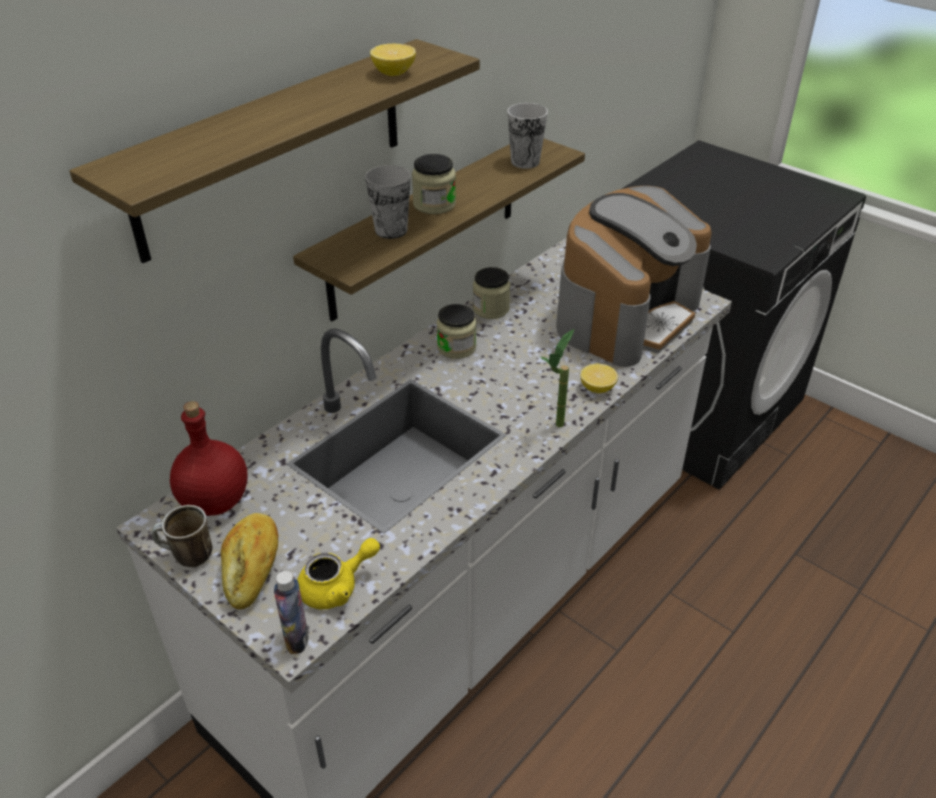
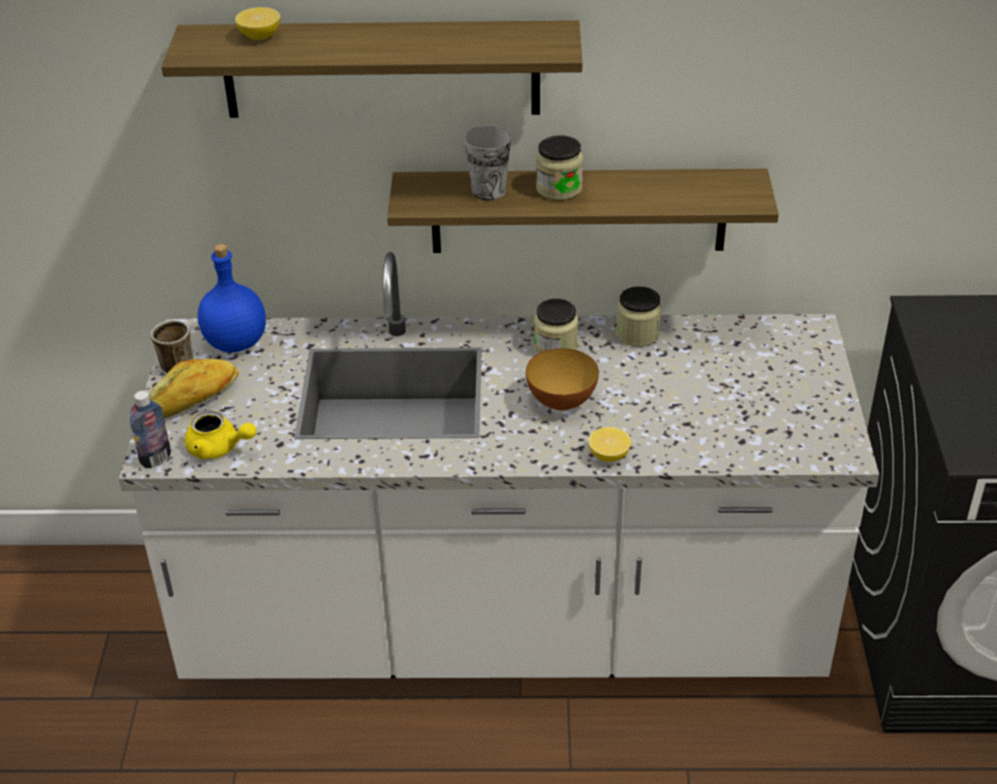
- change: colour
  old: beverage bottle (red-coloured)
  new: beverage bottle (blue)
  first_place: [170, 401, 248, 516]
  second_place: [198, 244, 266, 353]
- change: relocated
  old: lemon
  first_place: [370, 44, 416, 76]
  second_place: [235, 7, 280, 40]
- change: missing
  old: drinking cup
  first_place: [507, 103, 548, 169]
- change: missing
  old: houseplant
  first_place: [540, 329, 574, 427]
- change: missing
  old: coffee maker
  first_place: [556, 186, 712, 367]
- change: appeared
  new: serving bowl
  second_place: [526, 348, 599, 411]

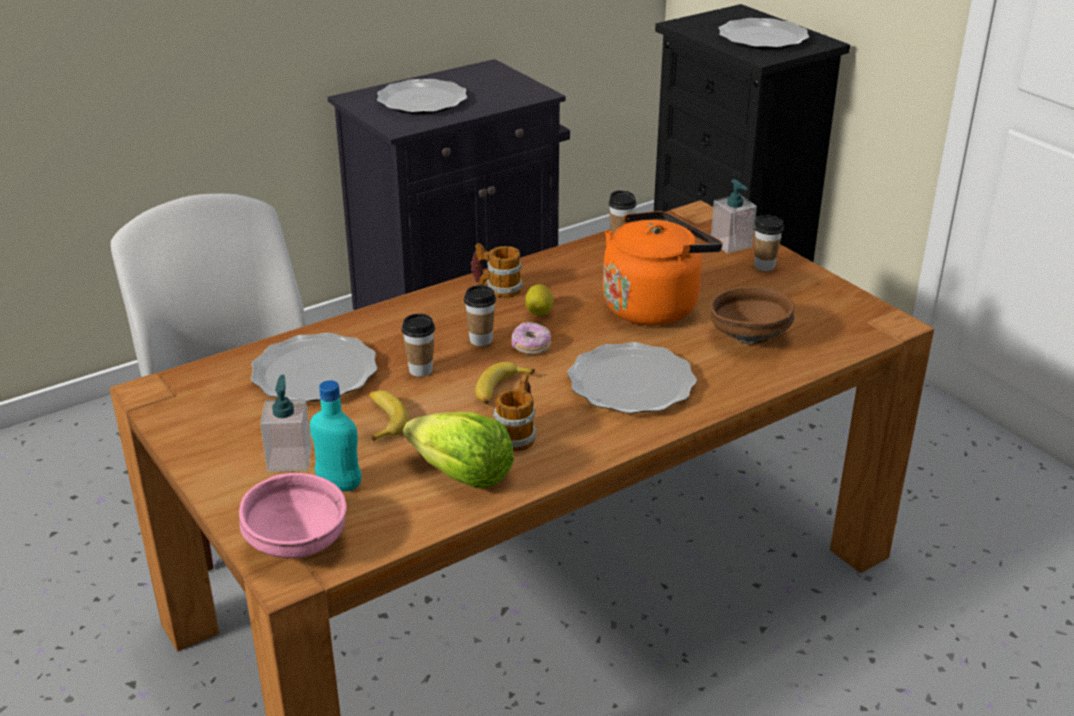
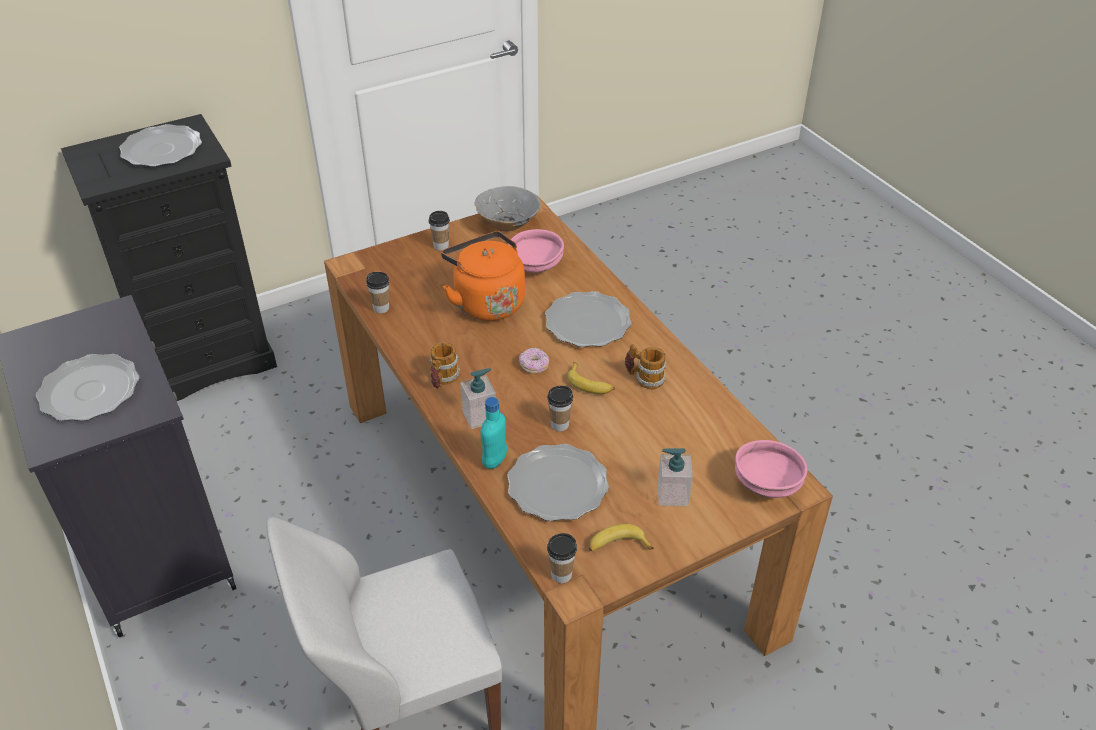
- change: relocated
  old: beverage bottle (blue-green)
  first_place: [310, 380, 361, 491]
  second_place: [481, 397, 507, 469]
- change: relocated
  old: banana
  first_place: [369, 390, 409, 441]
  second_place: [589, 524, 654, 551]
- change: missing
  old: lettuce
  first_place: [403, 412, 514, 489]
- change: relocated
  old: drinking cup
  first_place: [464, 285, 496, 346]
  second_place: [547, 533, 577, 583]
- change: missing
  old: lemon
  first_place: [525, 284, 554, 316]
- change: colour
  old: serving bowl (brown)
  new: serving bowl (pink-coloured)
  first_place: [710, 286, 795, 344]
  second_place: [508, 229, 564, 273]
- change: relocated
  old: soap bottle
  first_place: [711, 179, 757, 254]
  second_place: [460, 368, 496, 429]
- change: appeared
  new: serving bowl (greyish)
  second_place: [475, 186, 541, 232]

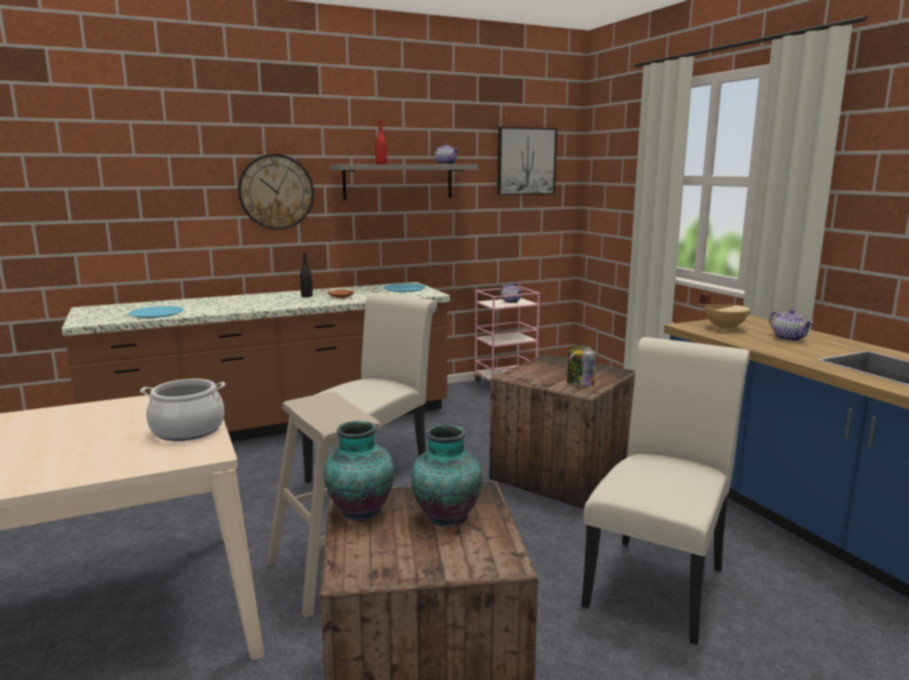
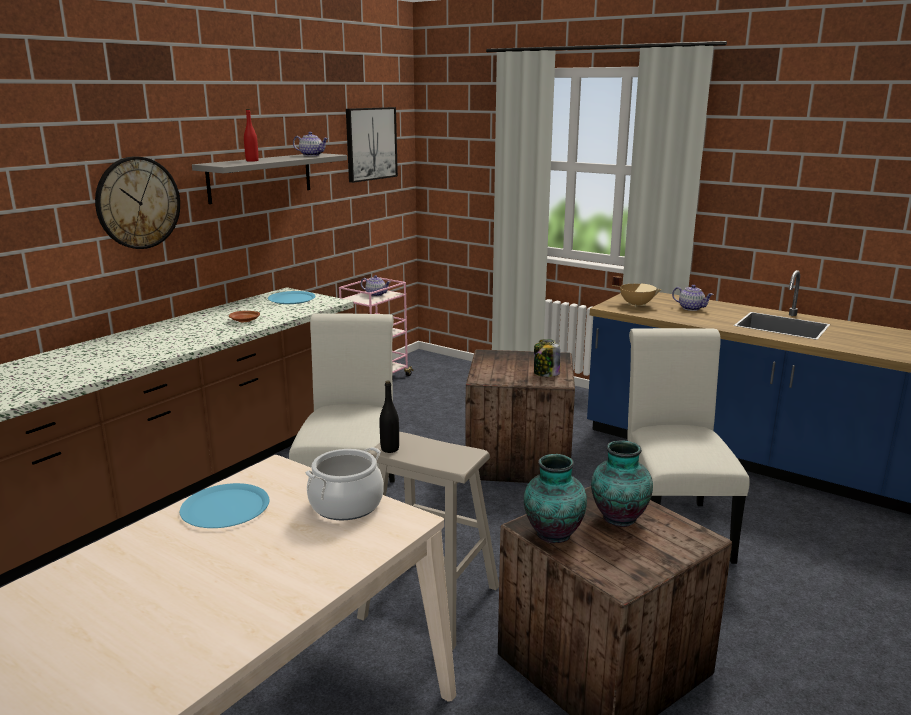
- change: relocated
  old: dinner plate (blue)
  first_place: [129, 306, 184, 318]
  second_place: [180, 483, 269, 528]
- change: relocated
  old: beverage bottle (black)
  first_place: [300, 252, 313, 297]
  second_place: [379, 380, 399, 453]

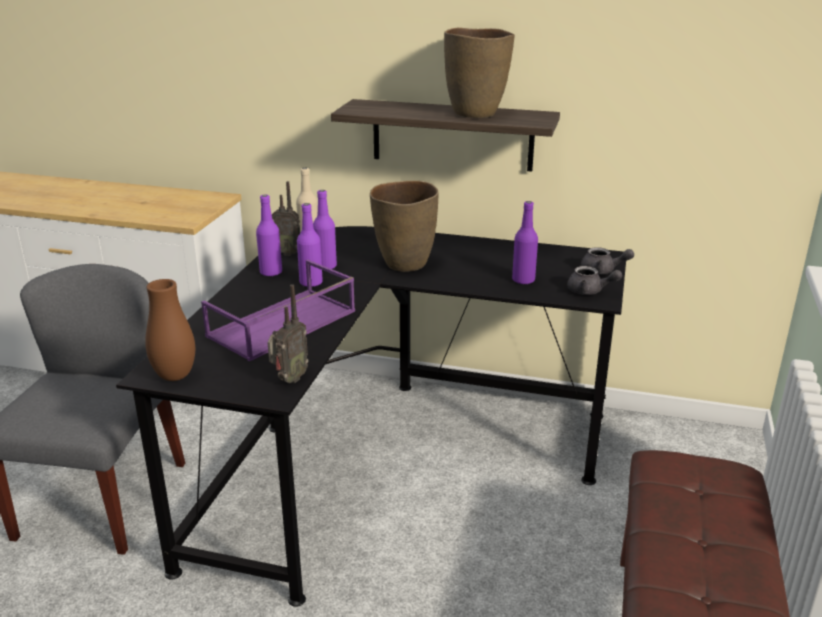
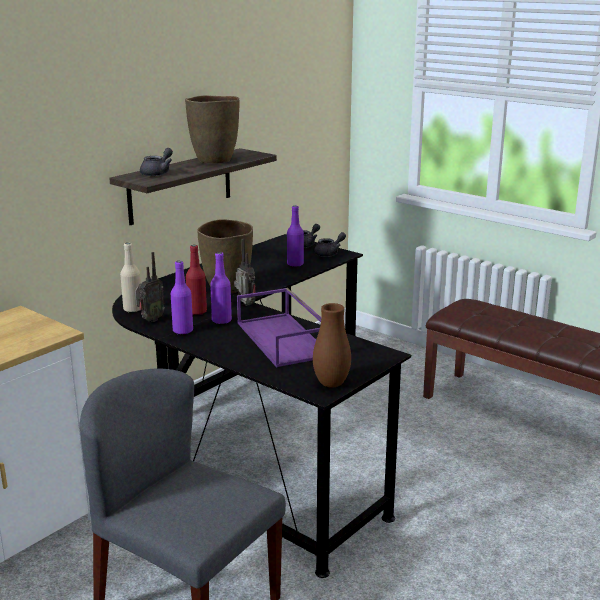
- change: relocated
  old: radio
  first_place: [267, 284, 308, 384]
  second_place: [234, 239, 256, 306]
- change: colour
  old: beverage bottle (purple-coloured)
  new: beverage bottle (red-coloured)
  first_place: [313, 190, 337, 269]
  second_place: [186, 245, 207, 315]
- change: appeared
  new: teapot (greyish)
  second_place: [140, 148, 173, 176]

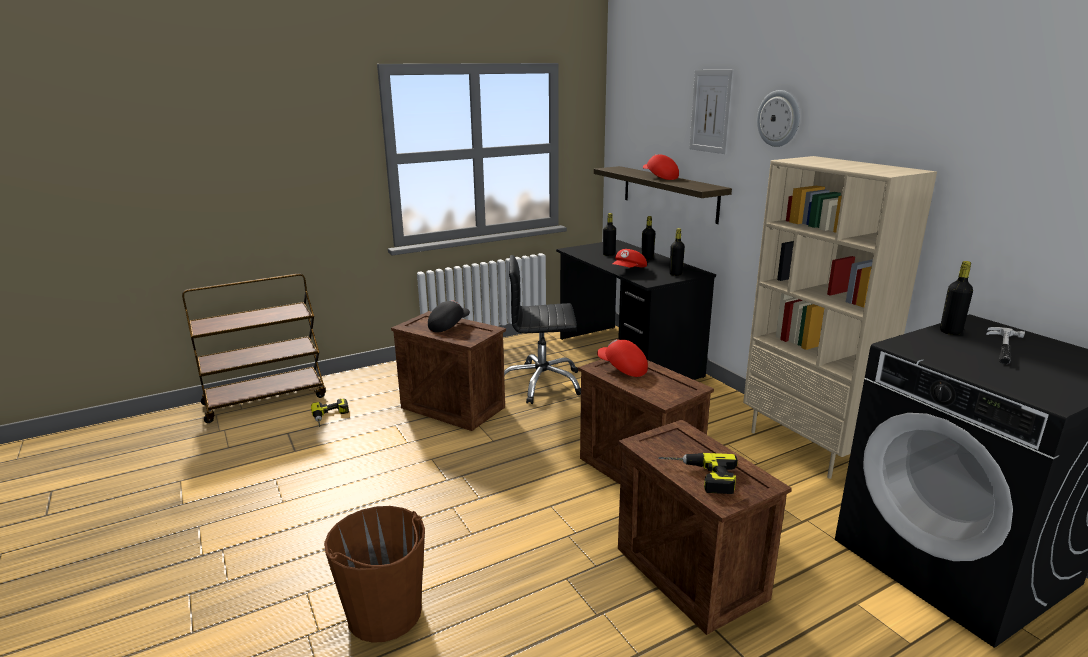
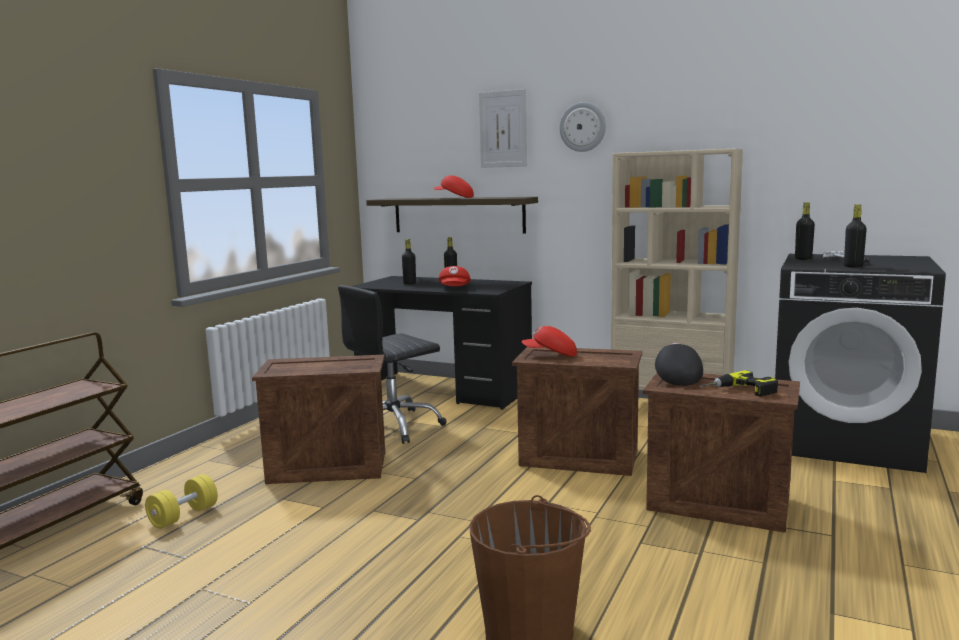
- change: exchanged
  old: power drill
  new: free weight (yellow)
  first_place: [311, 399, 349, 427]
  second_place: [145, 474, 218, 529]
- change: relocated
  old: cap (black)
  first_place: [428, 300, 470, 332]
  second_place: [655, 343, 703, 386]
- change: relocated
  old: beverage bottle (black)
  first_place: [669, 228, 685, 276]
  second_place: [844, 204, 867, 268]

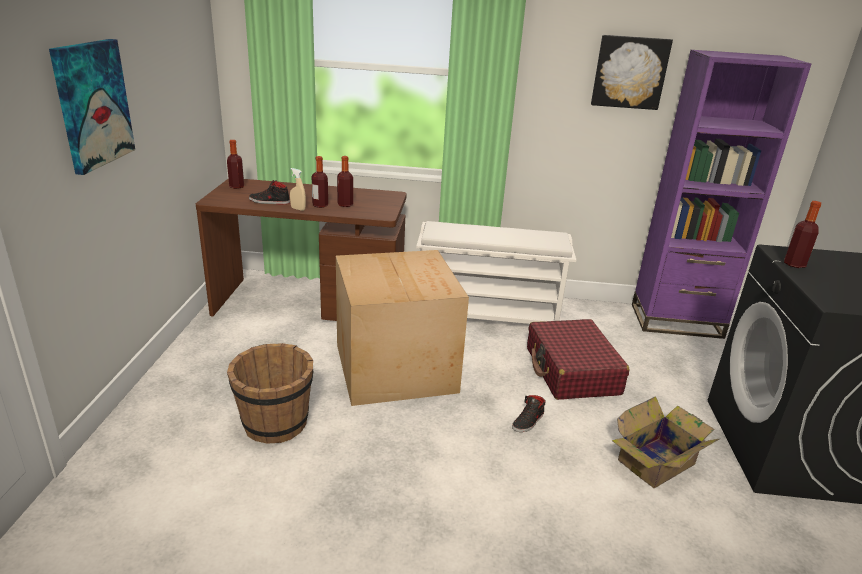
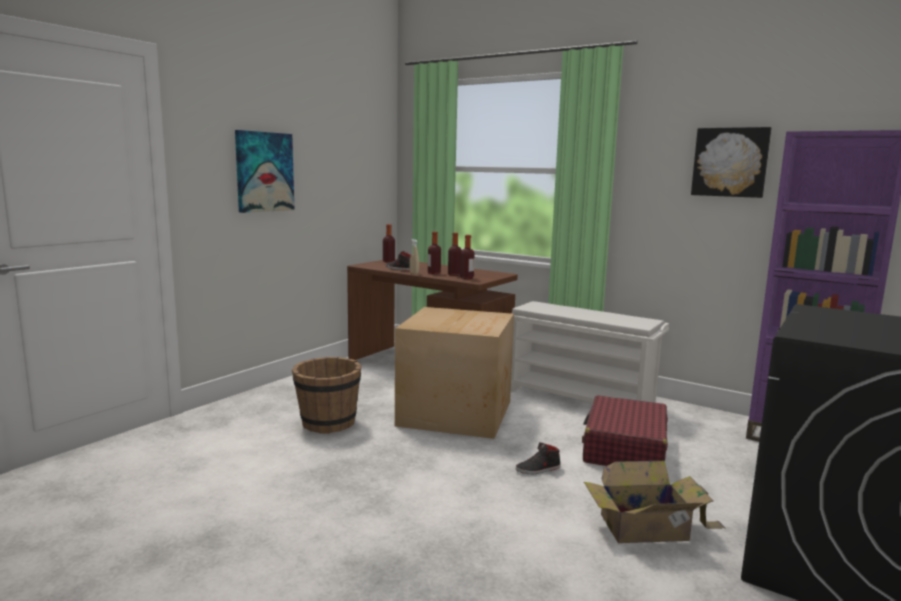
- change: relocated
  old: beverage bottle
  first_place: [784, 201, 821, 268]
  second_place: [460, 235, 475, 279]

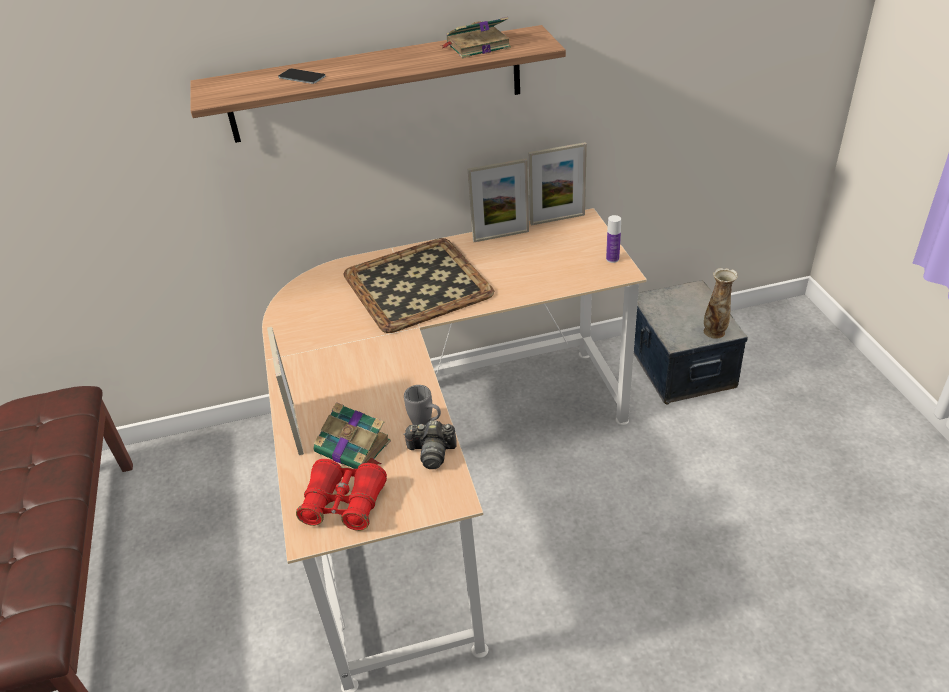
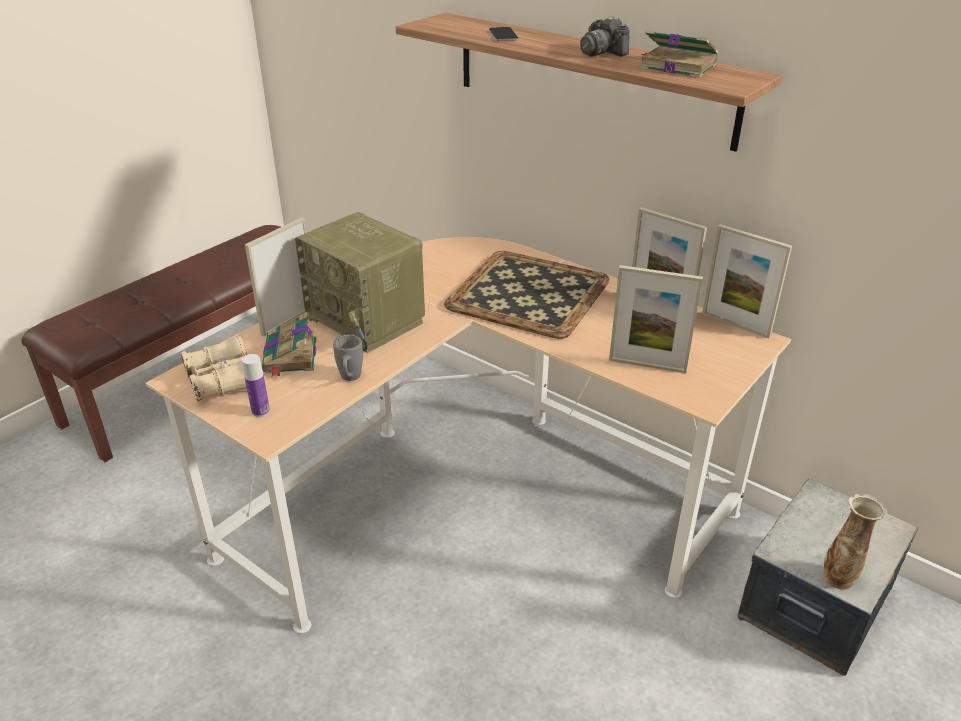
- change: colour
  old: binoculars (red-coloured)
  new: binoculars (beige)
  first_place: [296, 459, 387, 531]
  second_place: [181, 336, 247, 401]
- change: relocated
  old: photo camera
  first_place: [403, 420, 457, 469]
  second_place: [580, 16, 630, 57]
- change: relocated
  old: beverage bottle
  first_place: [606, 215, 621, 263]
  second_place: [242, 354, 270, 417]
- change: appeared
  new: radio
  second_place: [295, 212, 425, 353]
- change: appeared
  new: picture frame
  second_place: [609, 265, 703, 373]

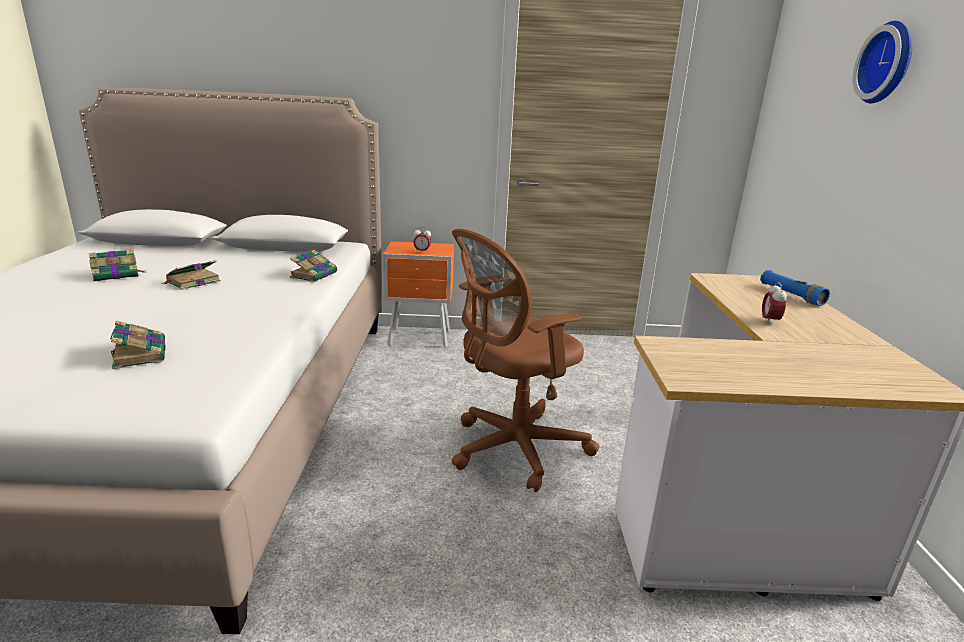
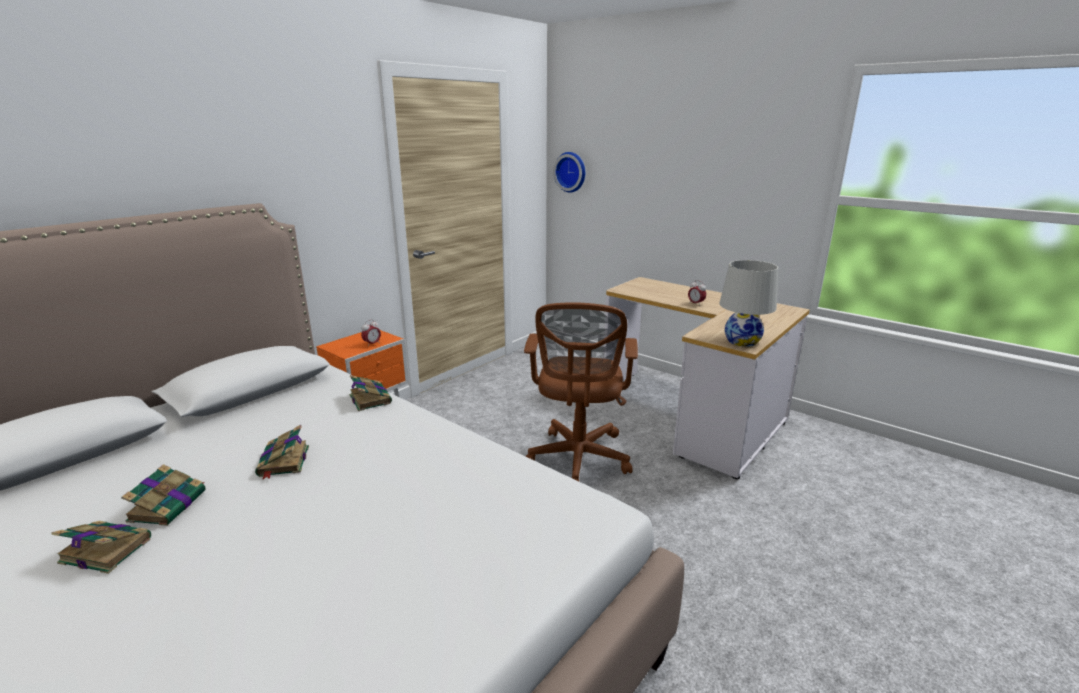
- change: relocated
  old: book
  first_place: [111, 320, 165, 369]
  second_place: [51, 521, 151, 574]
- change: missing
  old: flashlight (blue)
  first_place: [760, 270, 830, 306]
- change: relocated
  old: clock on the wall
  first_place: [853, 21, 913, 103]
  second_place: [553, 152, 585, 193]
- change: appeared
  new: table lamp (white-coloured)
  second_place: [719, 260, 778, 347]

